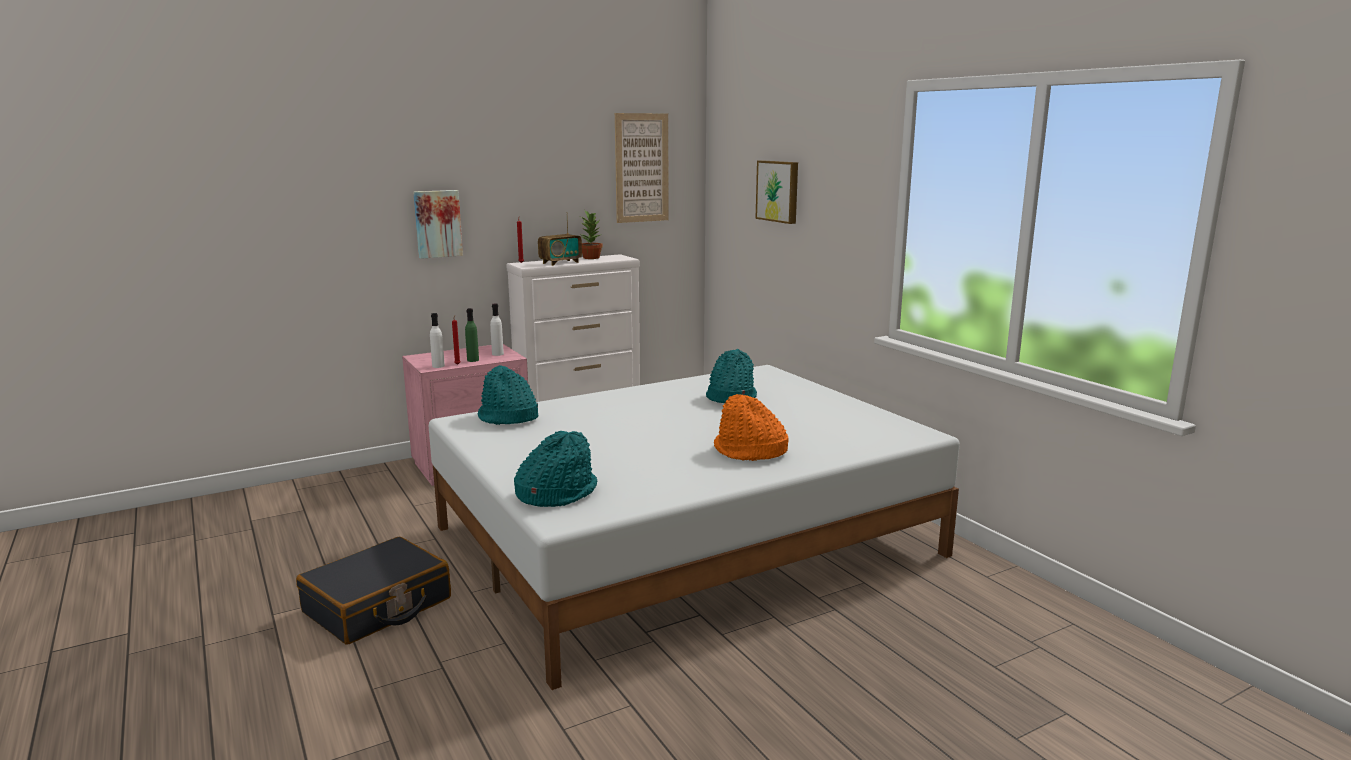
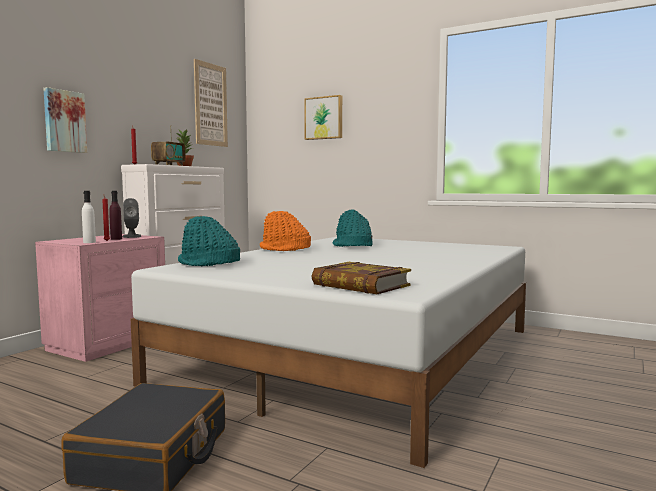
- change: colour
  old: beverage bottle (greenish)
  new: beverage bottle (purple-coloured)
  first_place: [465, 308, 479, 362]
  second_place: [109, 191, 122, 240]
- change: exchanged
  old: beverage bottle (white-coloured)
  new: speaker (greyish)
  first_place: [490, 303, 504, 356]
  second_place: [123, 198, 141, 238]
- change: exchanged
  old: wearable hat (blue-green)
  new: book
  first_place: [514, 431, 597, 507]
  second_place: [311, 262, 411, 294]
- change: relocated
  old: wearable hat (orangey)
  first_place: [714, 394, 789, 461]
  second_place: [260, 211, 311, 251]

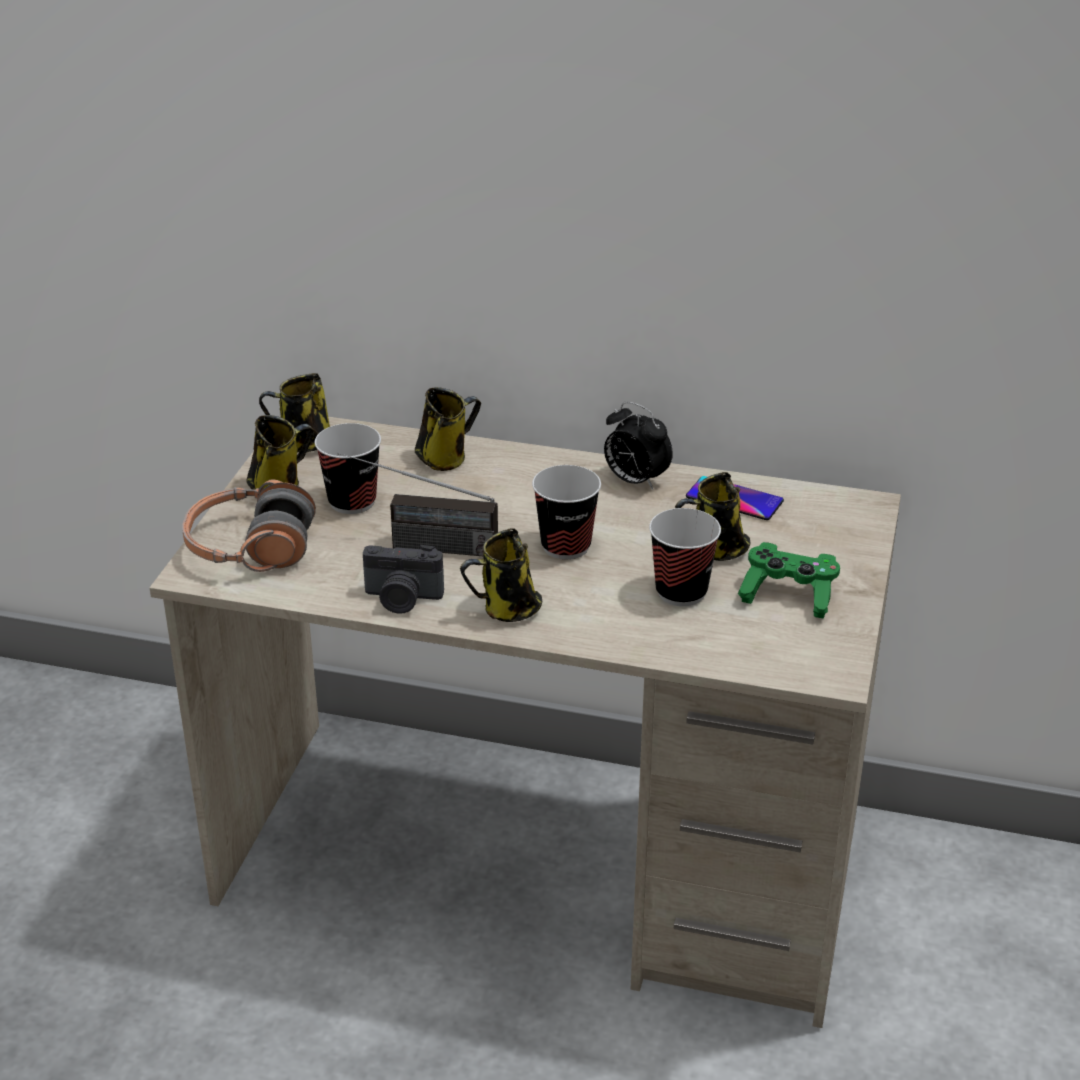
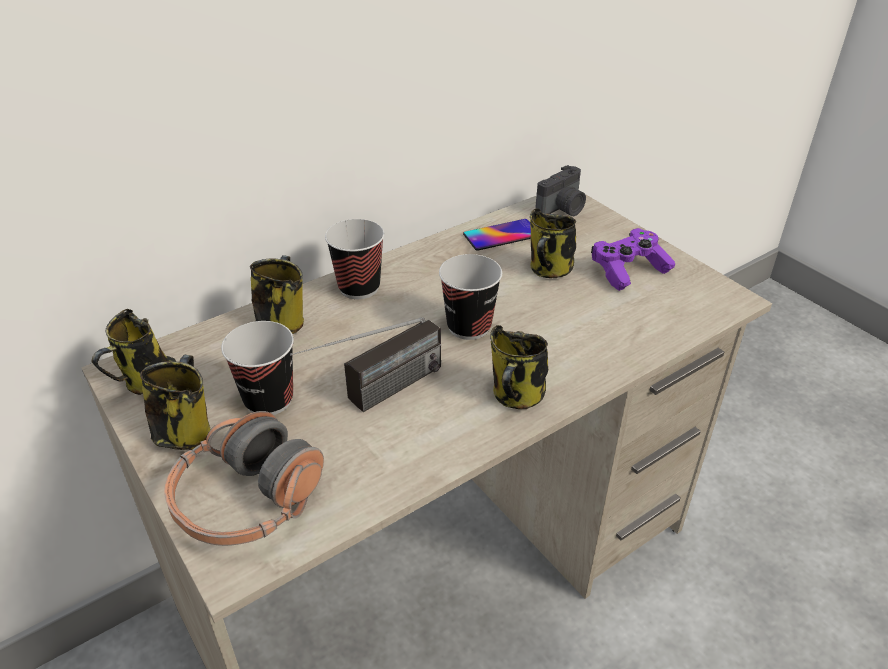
- change: relocated
  old: photo camera
  first_place: [363, 545, 444, 614]
  second_place: [535, 165, 586, 216]
- change: missing
  old: table clock
  first_place: [604, 402, 673, 490]
- change: relocated
  old: drinking cup
  first_place: [649, 508, 721, 606]
  second_place: [325, 219, 385, 299]
- change: colour
  old: gamepad (greenish)
  new: gamepad (purple-coloured)
  first_place: [738, 542, 840, 619]
  second_place: [591, 228, 675, 291]

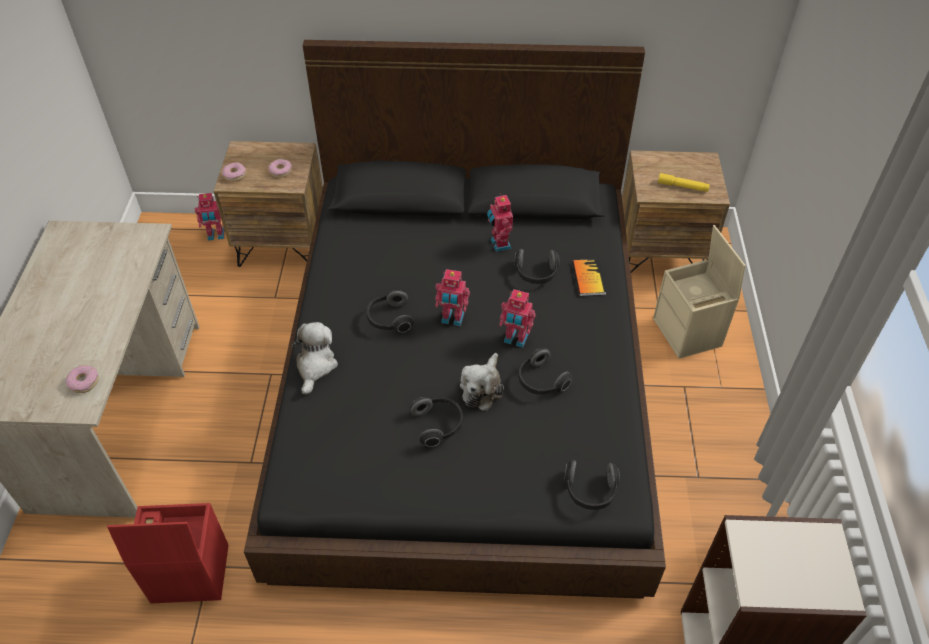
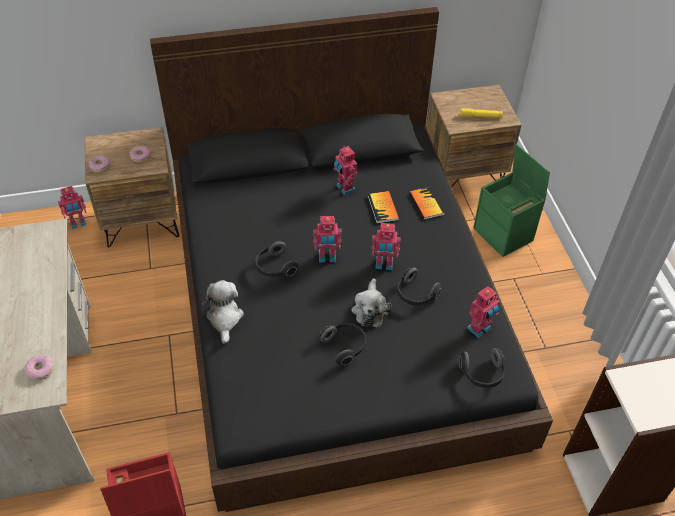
- change: exchanged
  old: pair of headphones
  new: book
  first_place: [514, 249, 559, 284]
  second_place: [368, 191, 399, 223]
- change: colour
  old: storage container (beige)
  new: storage container (greenish)
  first_place: [653, 225, 746, 359]
  second_place: [473, 144, 550, 257]
- change: appeared
  new: model robot
  second_place: [467, 286, 500, 338]

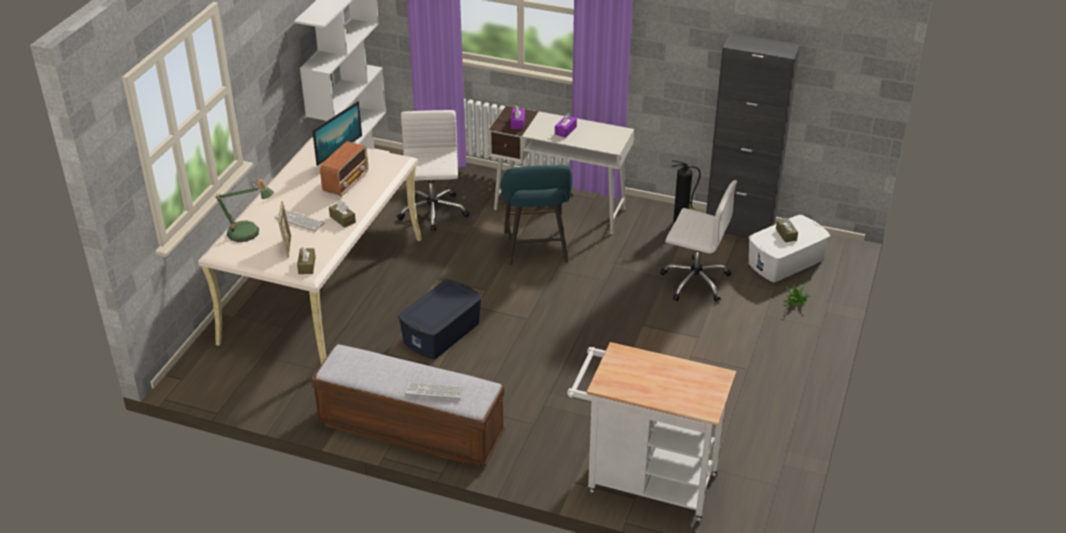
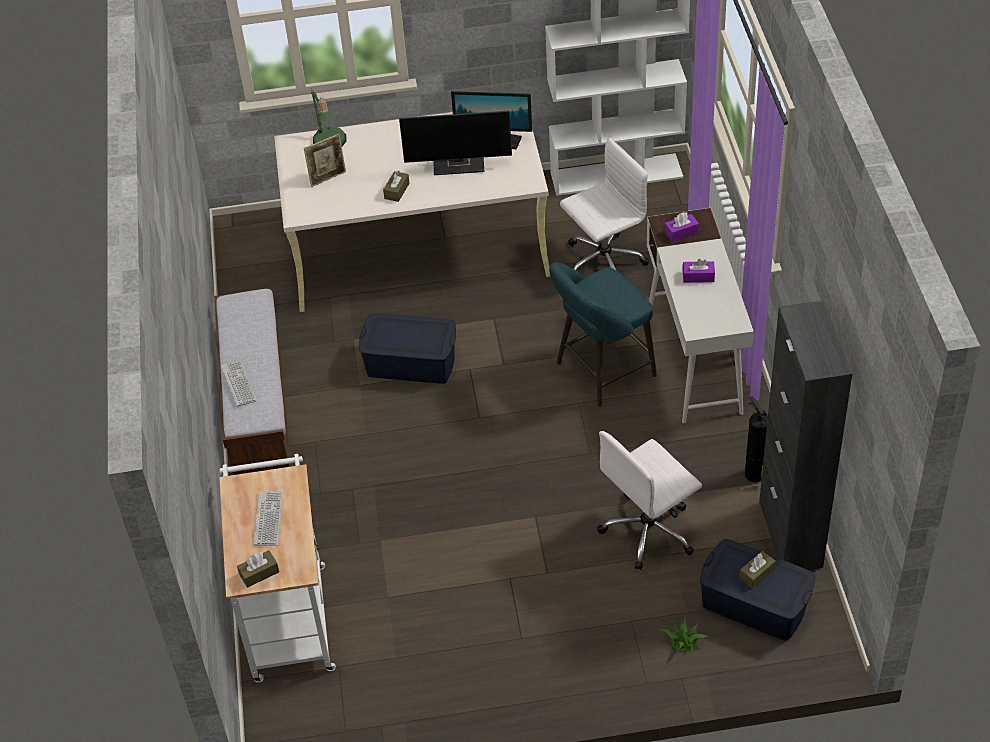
- change: relocated
  old: PC keyboard
  first_place: [274, 210, 325, 231]
  second_place: [254, 491, 283, 546]
- change: relocated
  old: box of tissues (brown)
  first_place: [297, 247, 316, 274]
  second_place: [237, 550, 279, 588]
- change: exchanged
  old: radio
  new: monitor
  first_place: [320, 141, 368, 196]
  second_place: [399, 110, 512, 175]
- change: spun
  old: desk chair (white-coloured)
  first_place: [660, 180, 737, 302]
  second_place: [597, 431, 702, 570]
  degrees: 60
- change: colour
  old: storage container (white-coloured)
  new: storage container (blue)
  first_place: [748, 215, 830, 282]
  second_place: [700, 539, 815, 641]

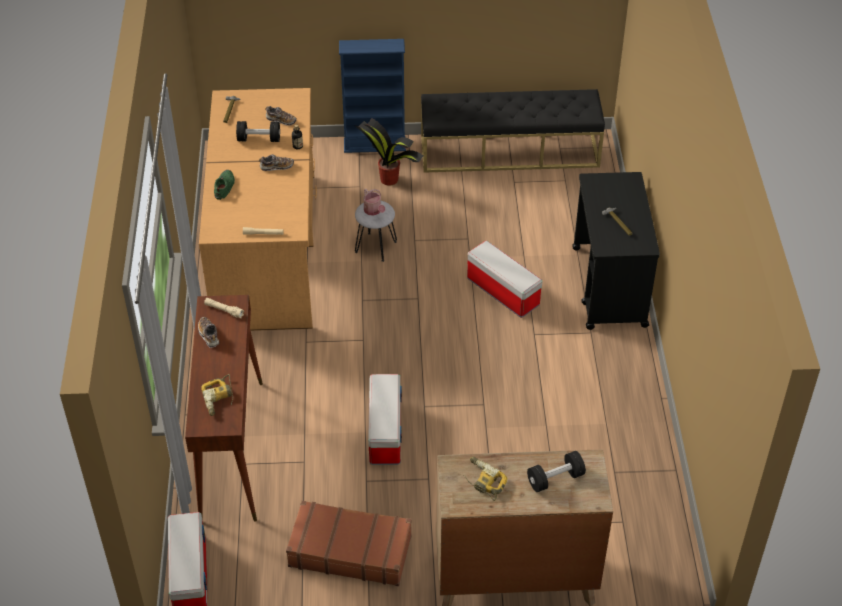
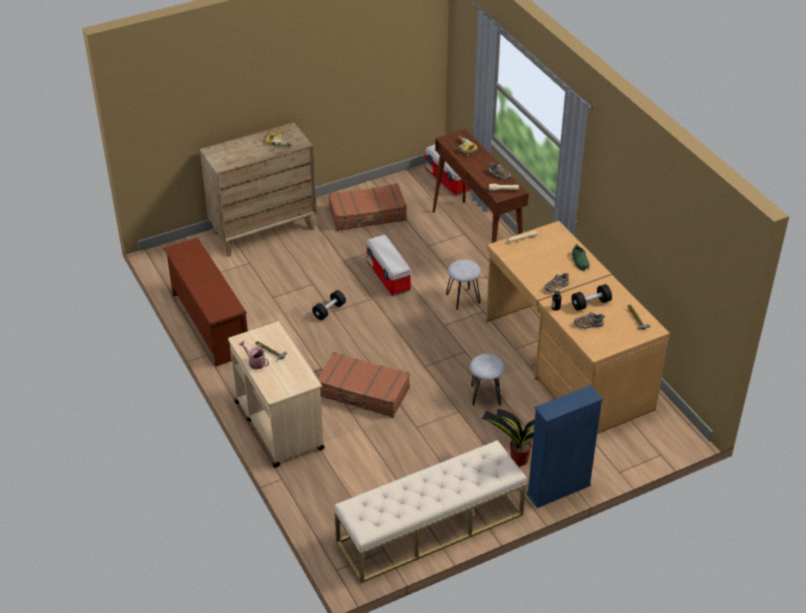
- change: relocated
  old: watering can
  first_place: [363, 189, 385, 216]
  second_place: [239, 341, 269, 370]
- change: colour
  old: long seat (black)
  new: long seat (beige)
  first_place: [421, 89, 605, 173]
  second_place: [334, 440, 527, 583]
- change: exchanged
  old: storage container
  new: travel case (brown)
  first_place: [467, 240, 542, 318]
  second_place: [318, 352, 410, 417]
- change: relocated
  old: free weight (black)
  first_place: [527, 451, 586, 492]
  second_place: [312, 290, 346, 320]
- change: colour
  old: trolley (black)
  new: trolley (beige)
  first_place: [572, 172, 660, 330]
  second_place: [228, 321, 325, 468]
- change: appeared
  new: shoe shelf (brown)
  second_place: [163, 237, 248, 367]
- change: appeared
  new: stool (greyish)
  second_place: [446, 260, 481, 310]

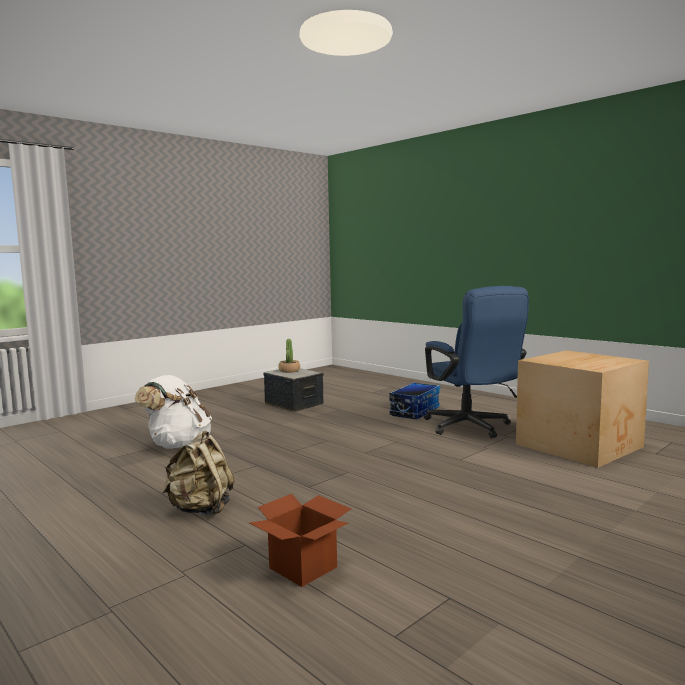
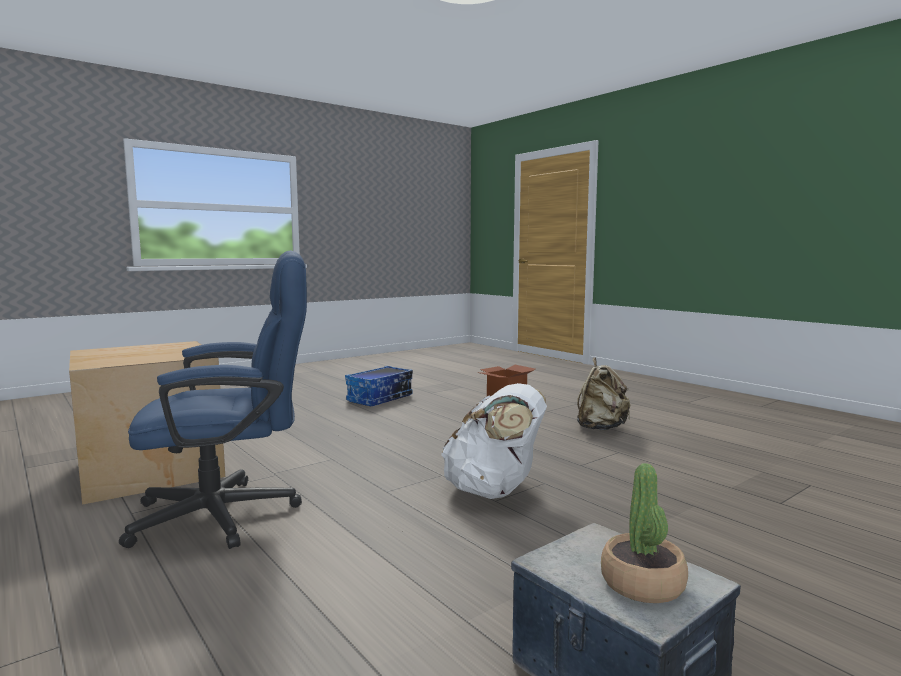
- change: relocated
  old: rucksack (white-coloured)
  first_place: [134, 375, 212, 449]
  second_place: [441, 383, 547, 499]
- change: relocated
  old: storage container
  first_place: [389, 382, 440, 419]
  second_place: [345, 366, 413, 406]
- change: spun
  old: desk chair (blue)
  first_place: [424, 286, 529, 438]
  second_place: [119, 250, 307, 549]
  degrees: 90

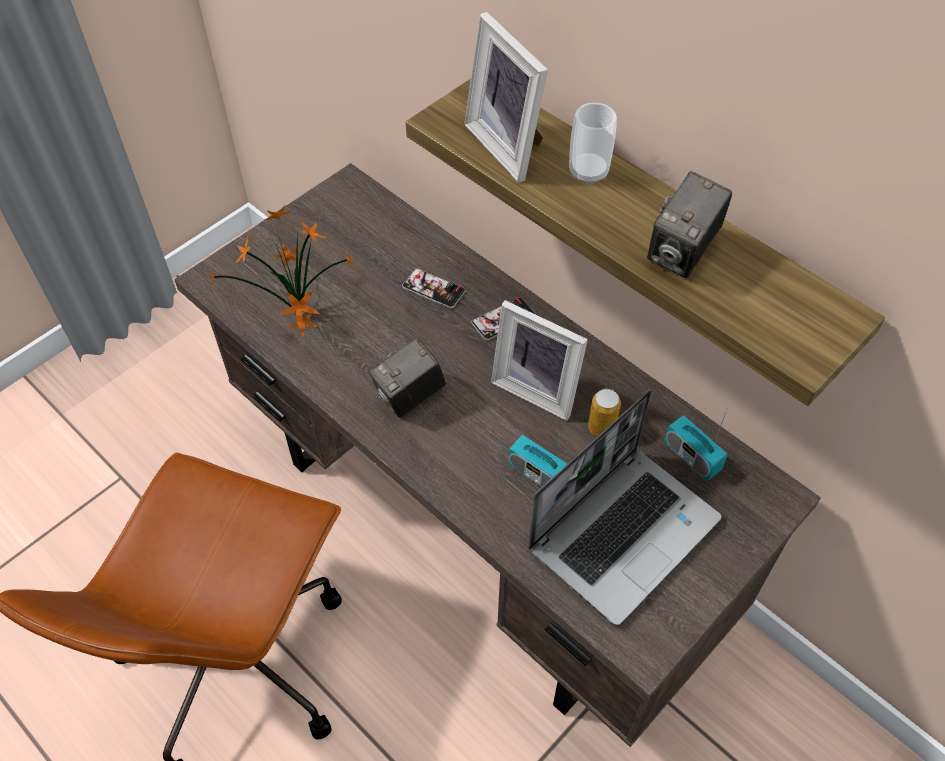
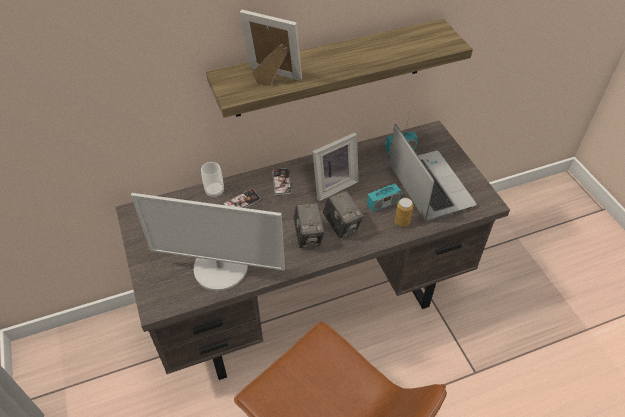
- change: exchanged
  old: houseplant
  new: monitor
  first_place: [208, 205, 356, 336]
  second_place: [131, 193, 285, 291]
- change: spun
  old: picture frame
  first_place: [464, 12, 548, 183]
  second_place: [240, 10, 302, 86]
  degrees: -150
- change: relocated
  old: drinking cup
  first_place: [569, 103, 617, 185]
  second_place: [201, 162, 224, 198]
- change: relocated
  old: metal can
  first_place: [588, 389, 621, 437]
  second_place: [395, 198, 413, 227]
- change: relocated
  old: photo camera
  first_place: [647, 171, 732, 278]
  second_place: [323, 190, 364, 238]

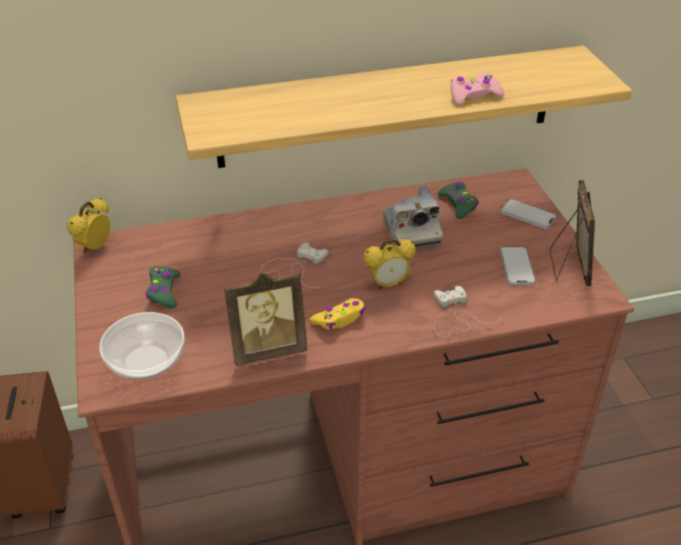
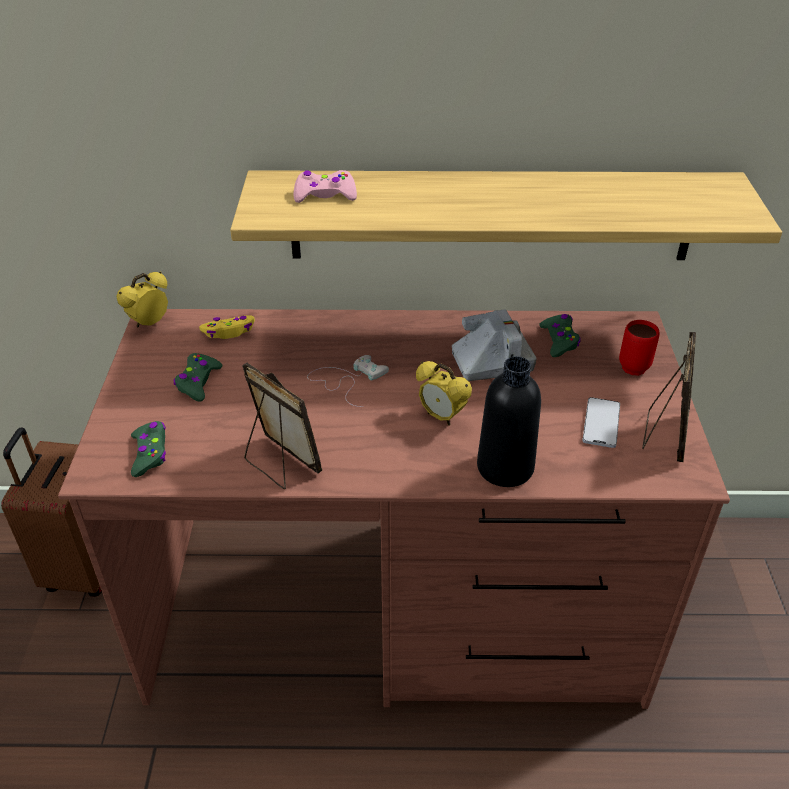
- change: exchanged
  old: serving bowl
  new: gamepad (greenish)
  first_place: [99, 312, 185, 379]
  second_place: [131, 421, 166, 477]
- change: spun
  old: picture frame
  first_place: [224, 272, 307, 366]
  second_place: [242, 363, 323, 489]
  degrees: -135
- change: relocated
  old: gamepad (yellow)
  first_place: [309, 298, 365, 330]
  second_place: [199, 315, 255, 339]
- change: spun
  old: table clock
  first_place: [363, 239, 416, 290]
  second_place: [416, 361, 472, 426]
  degrees: 45
- change: spun
  old: photo camera
  first_place: [383, 185, 443, 249]
  second_place: [452, 310, 536, 381]
  degrees: -105
- change: exchanged
  old: gamepad (white-coloured)
  new: beverage bottle (black)
  first_place: [433, 286, 502, 337]
  second_place: [477, 356, 541, 487]
- change: relocated
  old: gamepad (pink-coloured)
  first_place: [451, 73, 504, 105]
  second_place: [294, 170, 357, 203]
- change: exchanged
  old: telephone
  new: coffee mug (red-coloured)
  first_place: [500, 199, 556, 229]
  second_place: [619, 320, 660, 376]

